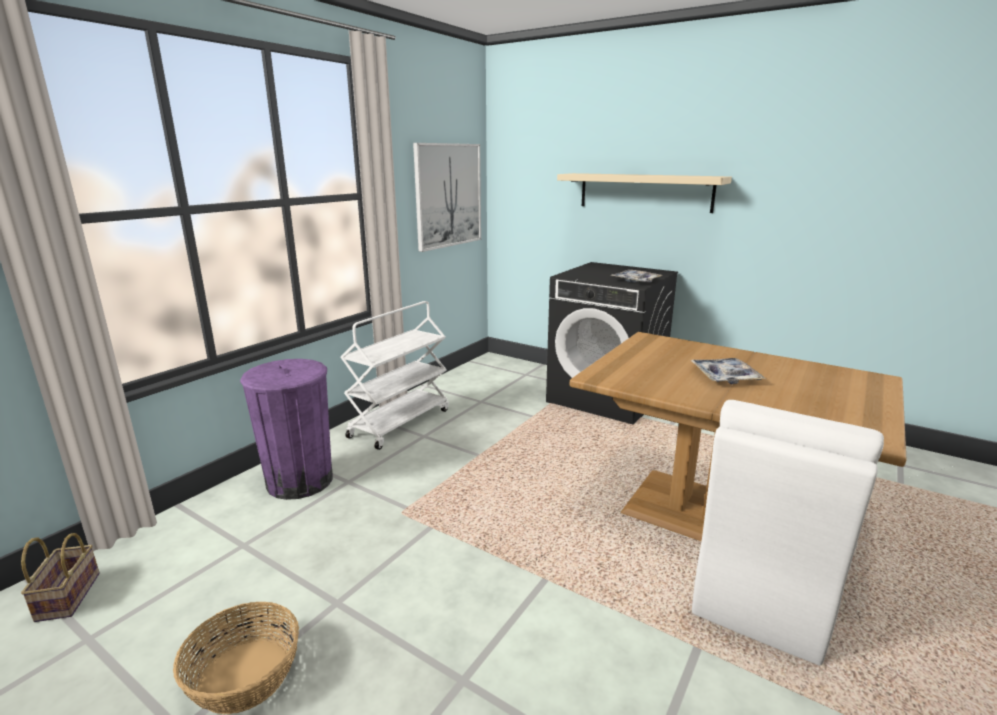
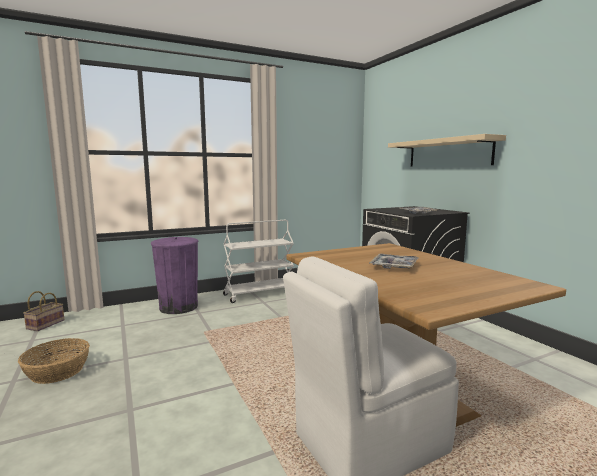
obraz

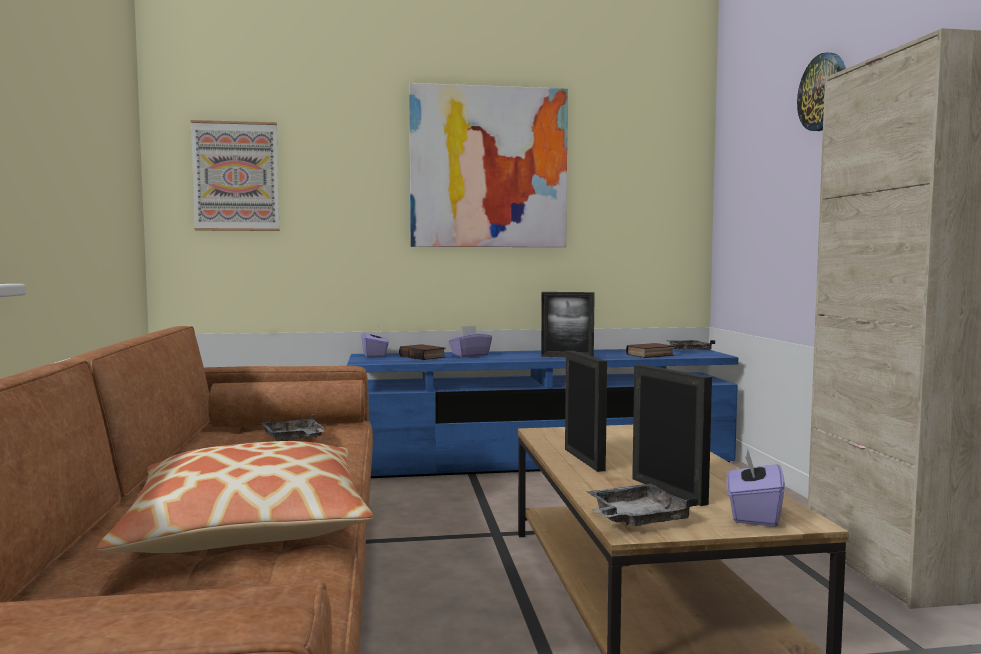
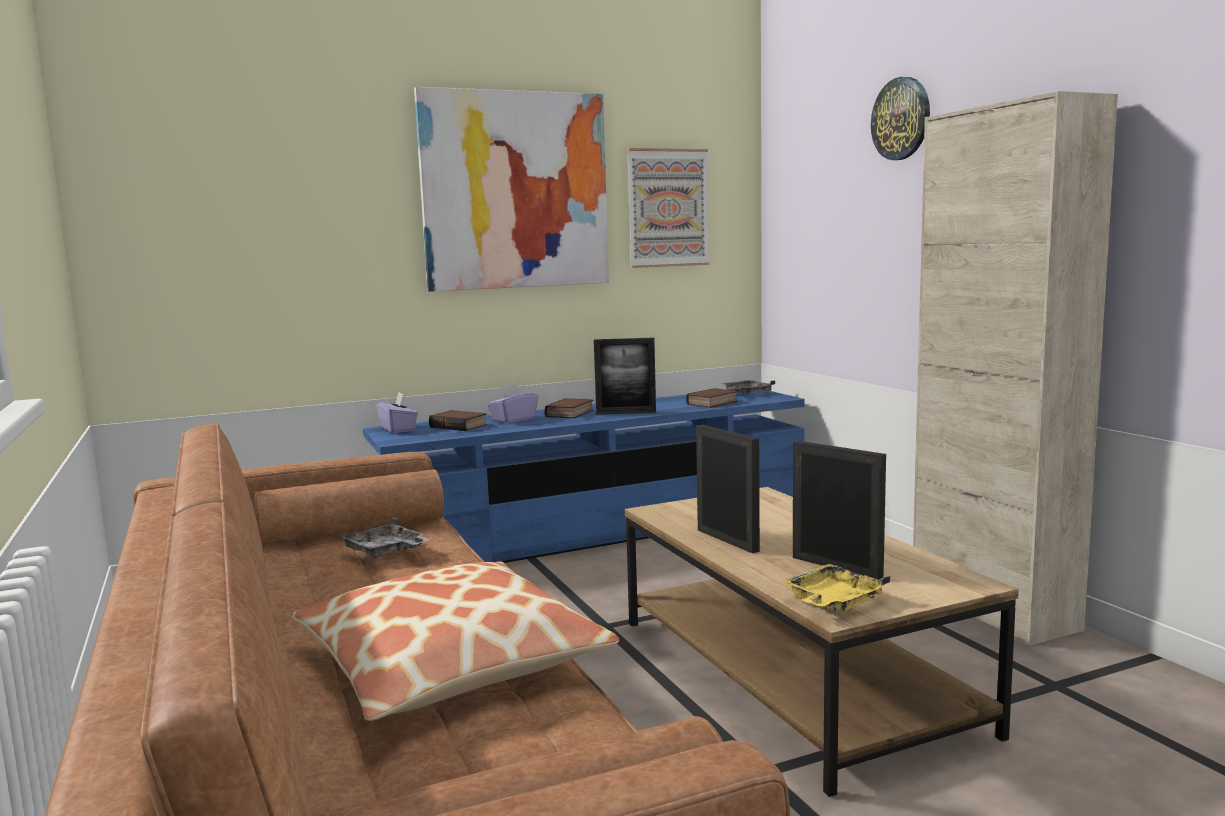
pudełko chusteczek/fioletowy (no. 3 from left in the first image)
książka (no. 2 from left)
obraz (no. 2 from left)
taca/żółty

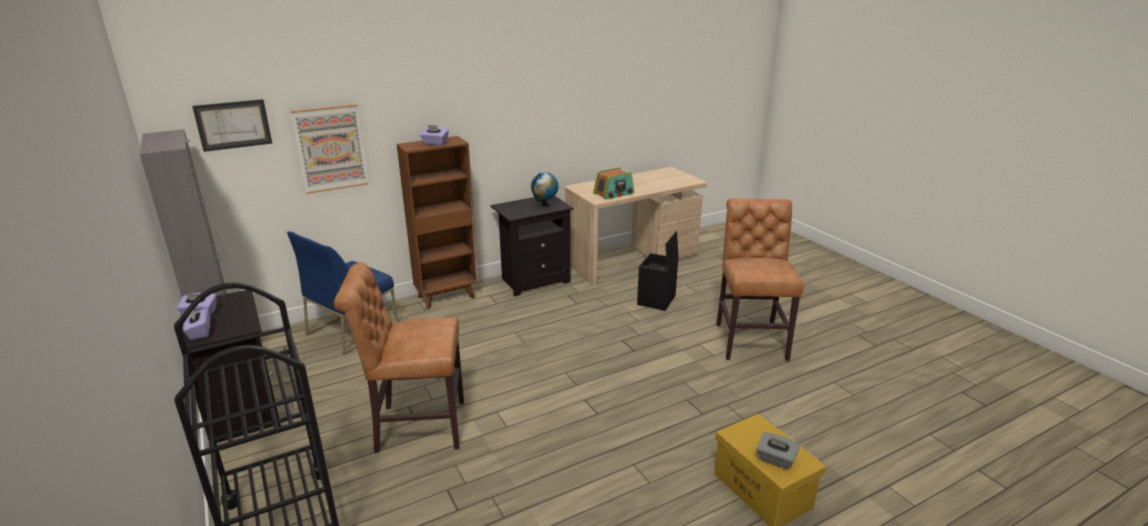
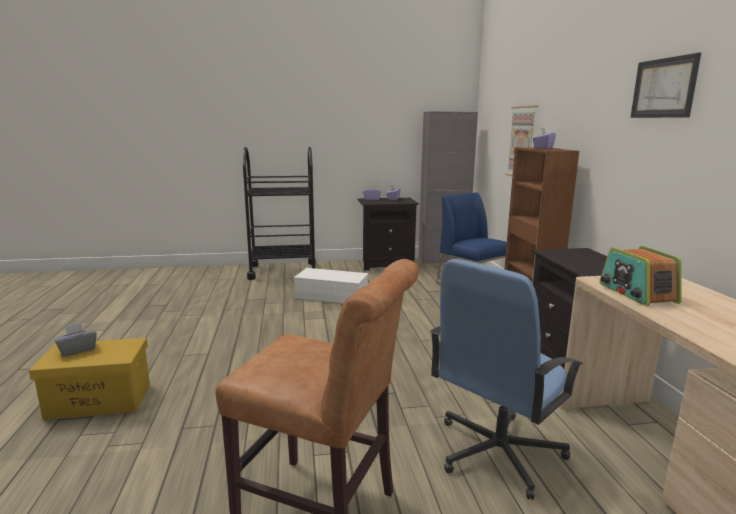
globus
obraz (no. 2 from left)
pojemnik do przechowywania/biały
krzesło biurowe/niebieski

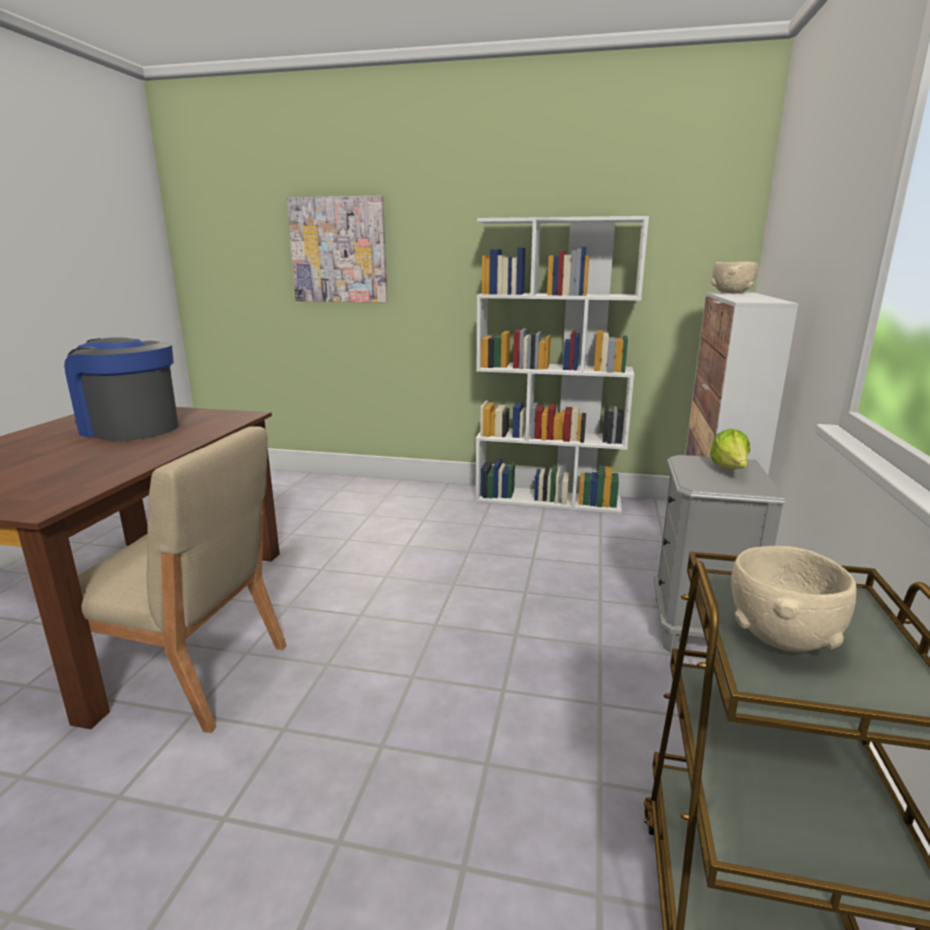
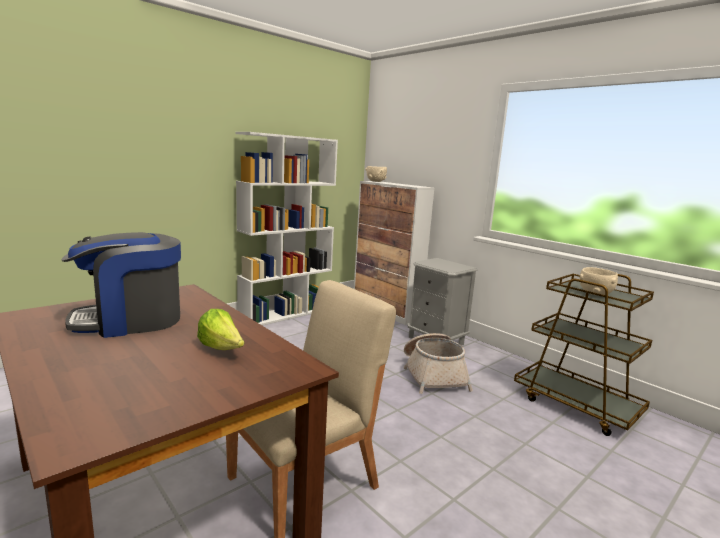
obraz
koszyk
sałata

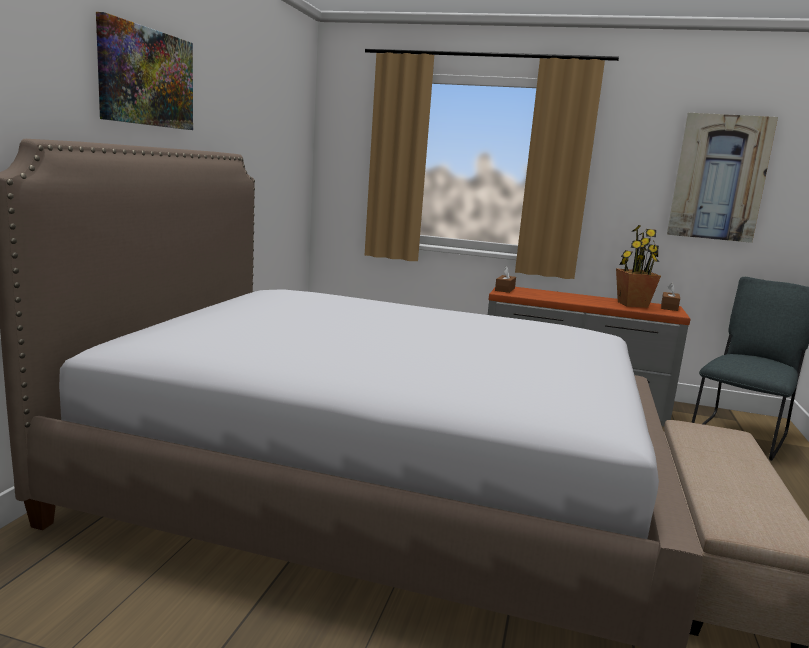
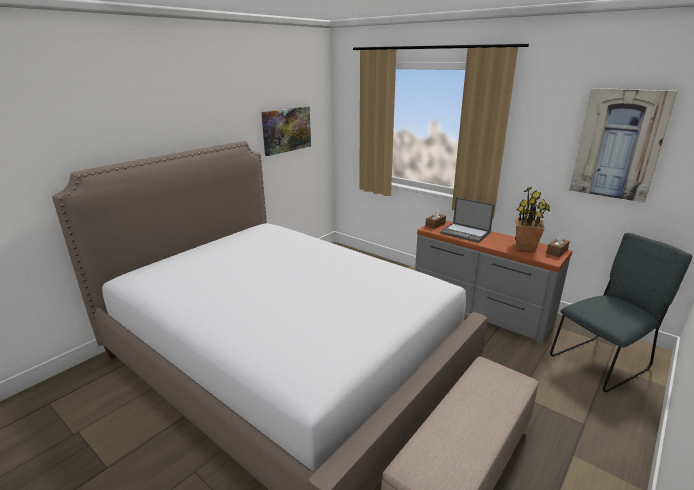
laptop
obraz (no. 1 from left)

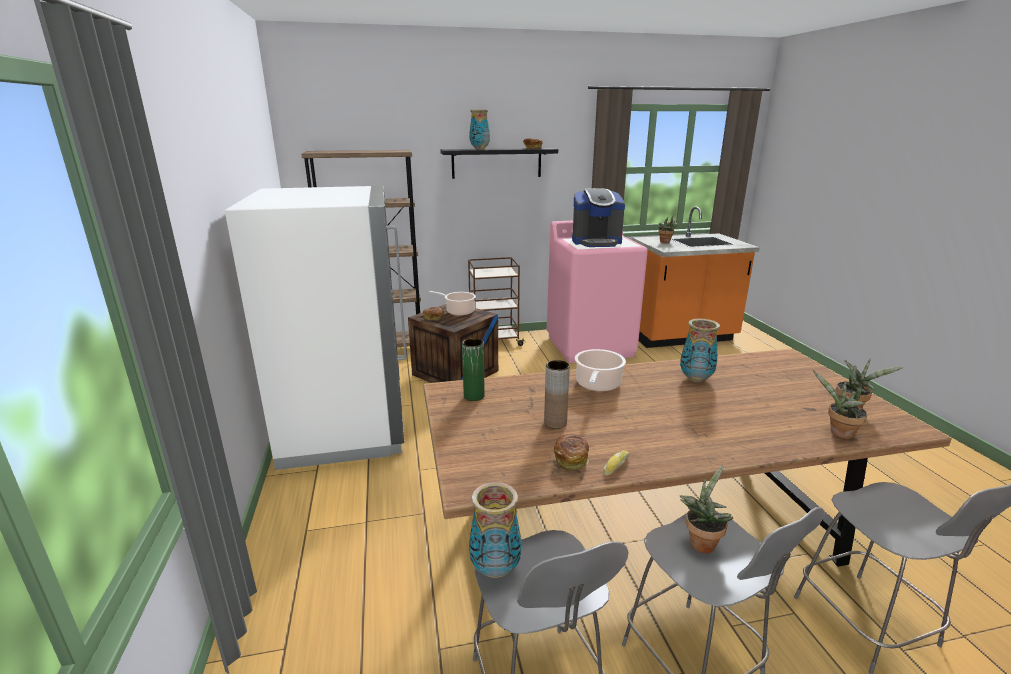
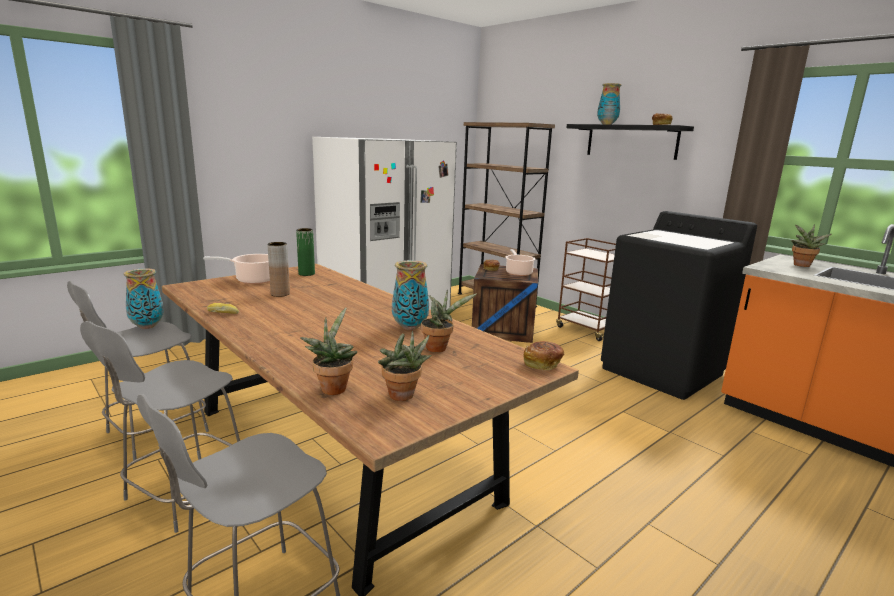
ekspres do kawy
chleb (no. 3 from left)
garnek (no. 1 from left)
roślina doniczkowa (no. 3 from left)
pralka/czarny

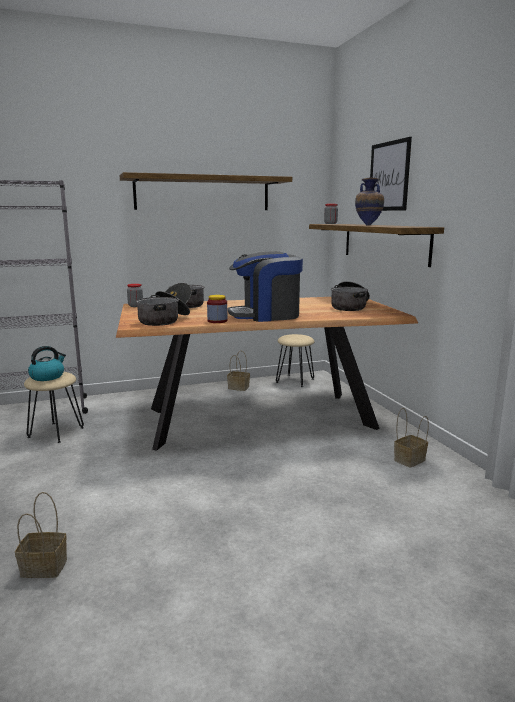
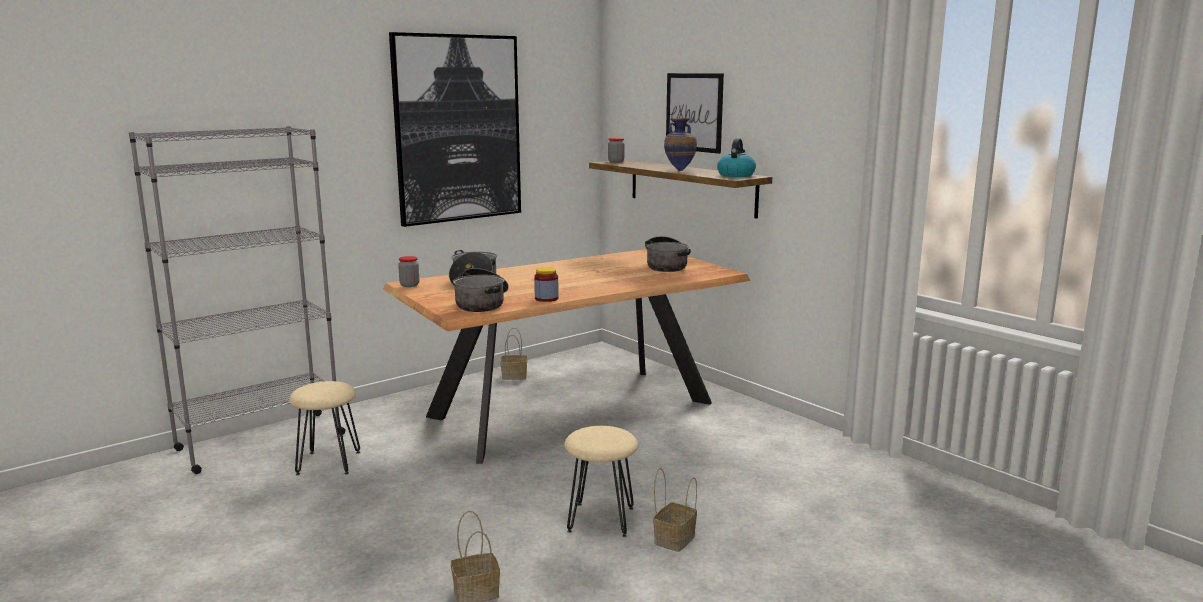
ekspres do kawy
czajnik
stołek/beżowy (no. 2 from left)
koszyk (no. 3 from left)
obraz (no. 1 from left)

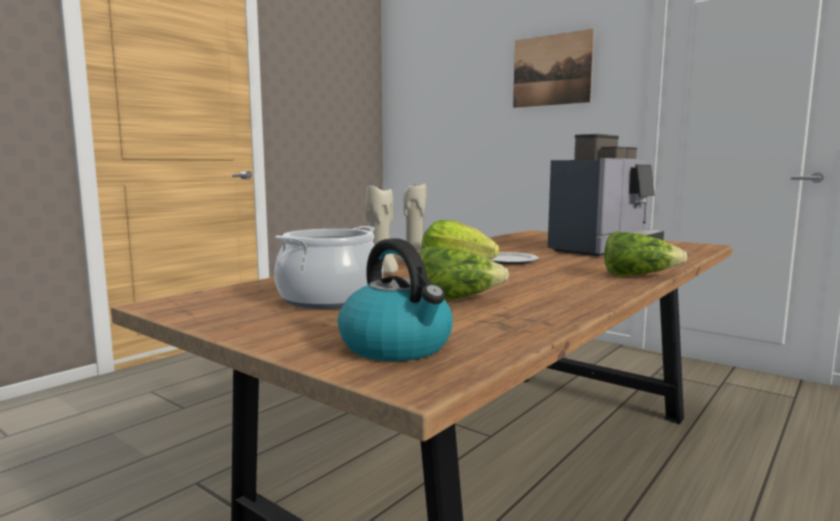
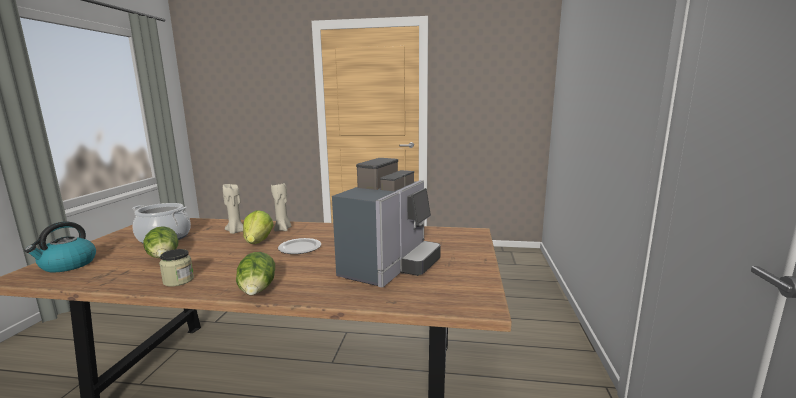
obraz
słoik
ekspres do kawy

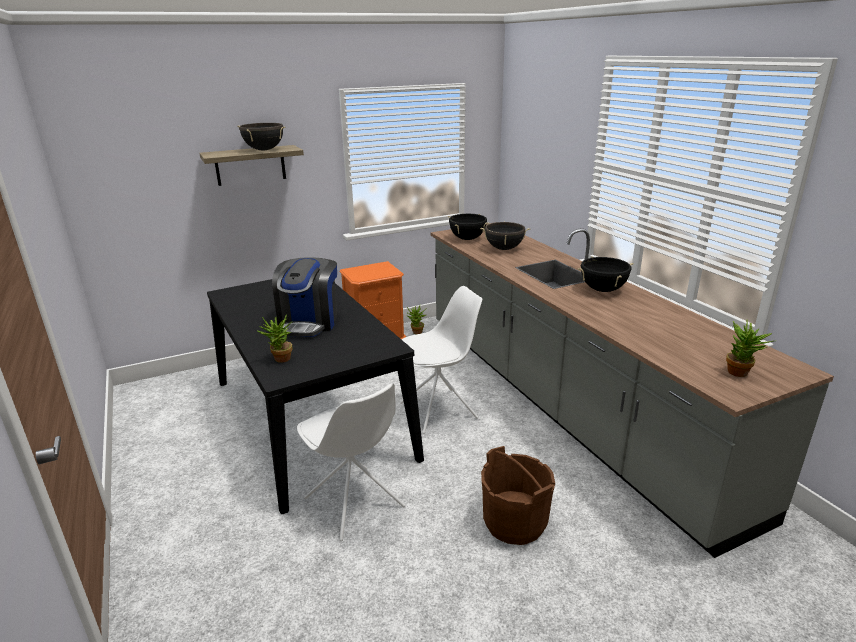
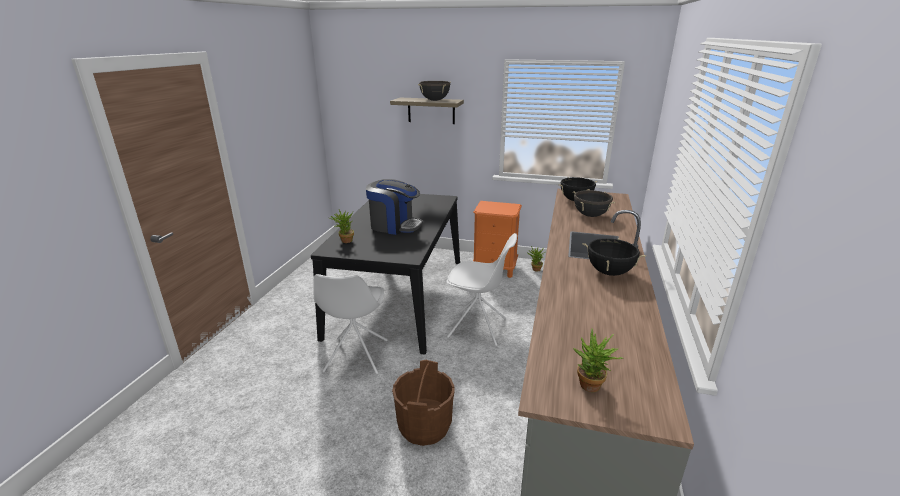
ekspres do kawy

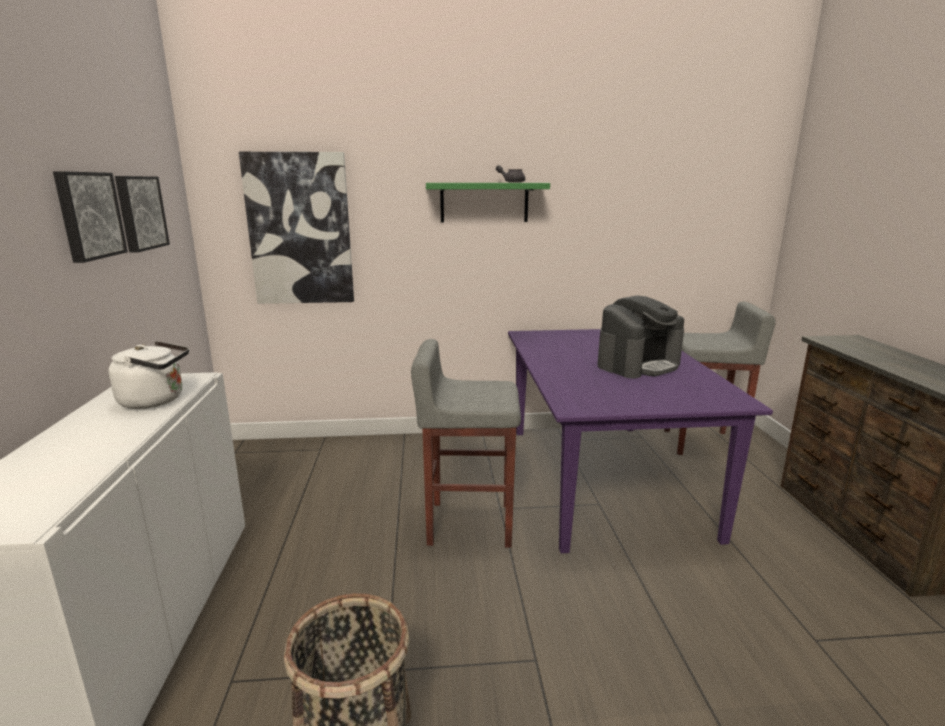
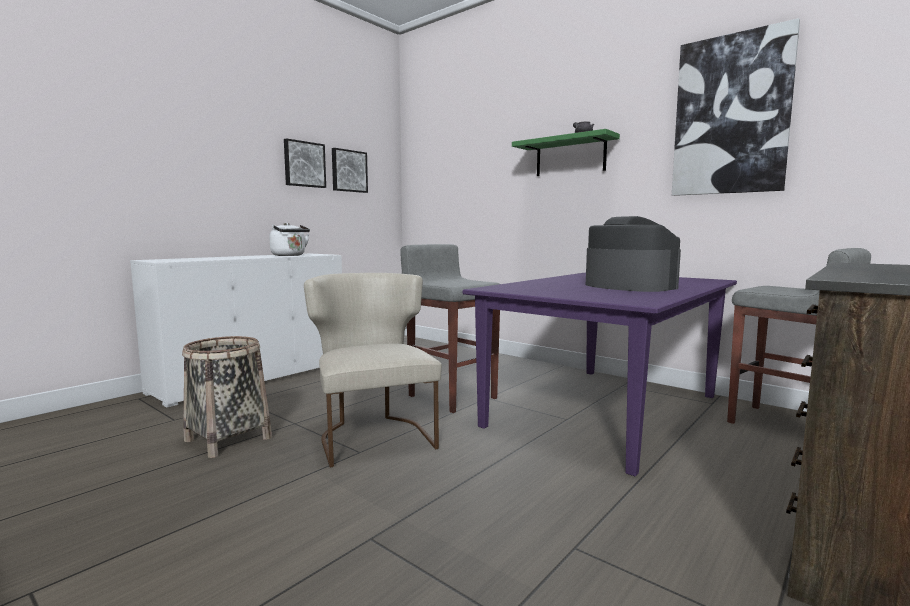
krzesło/beżowy
obraz (no. 3 from left)
ekspres do kawy

